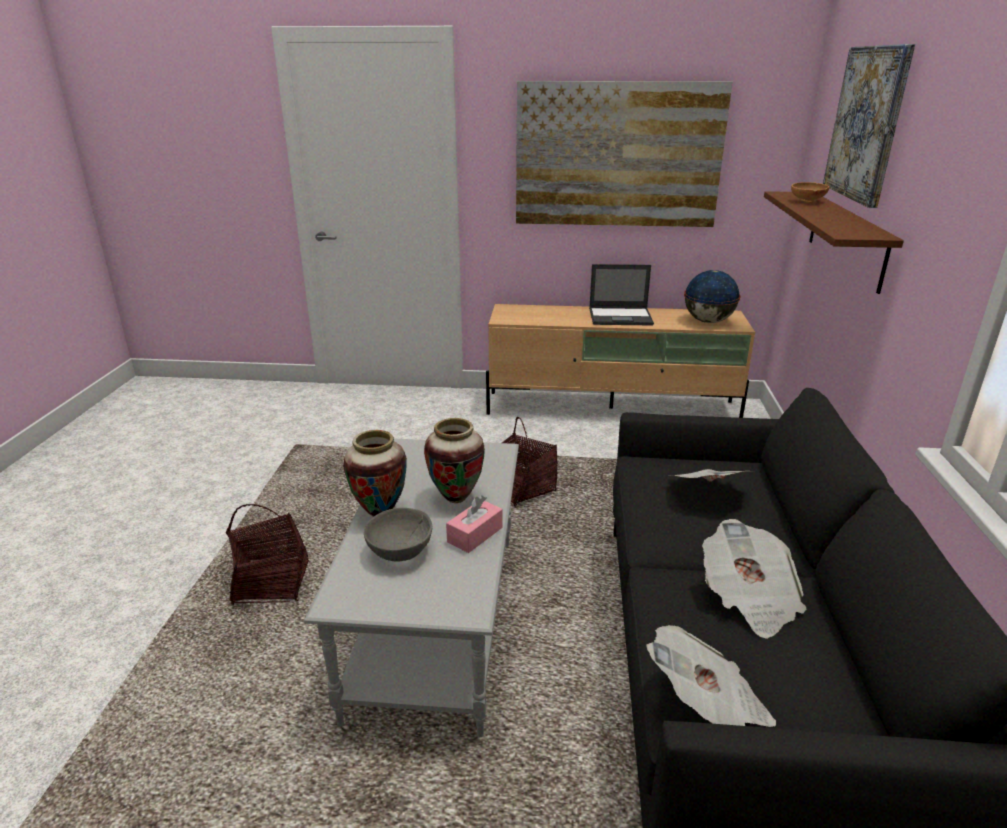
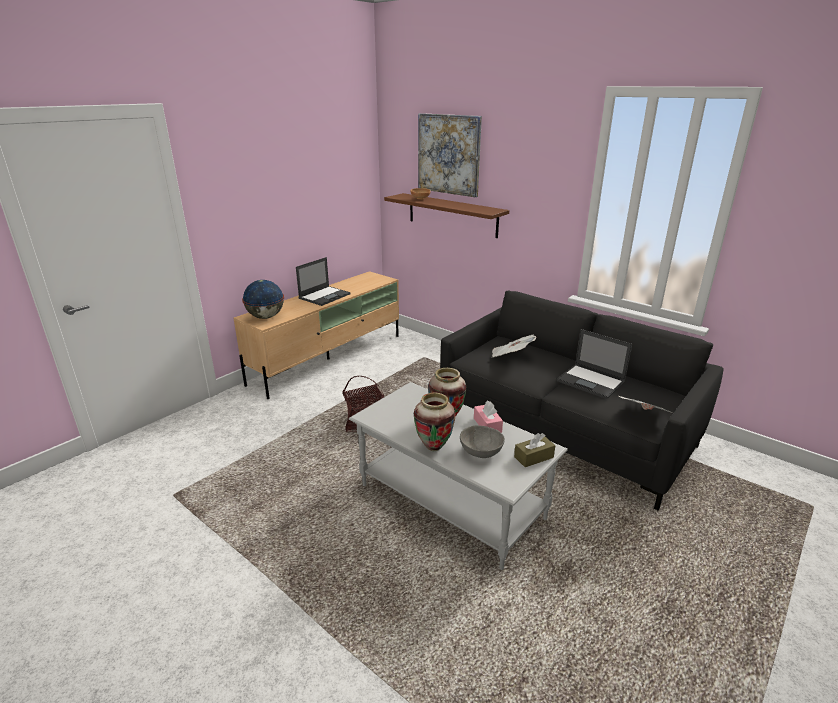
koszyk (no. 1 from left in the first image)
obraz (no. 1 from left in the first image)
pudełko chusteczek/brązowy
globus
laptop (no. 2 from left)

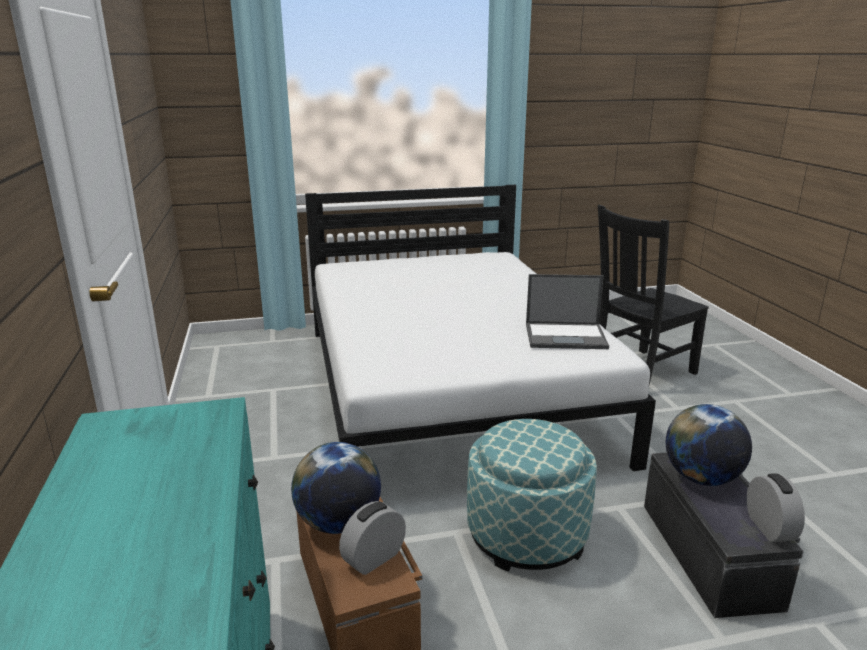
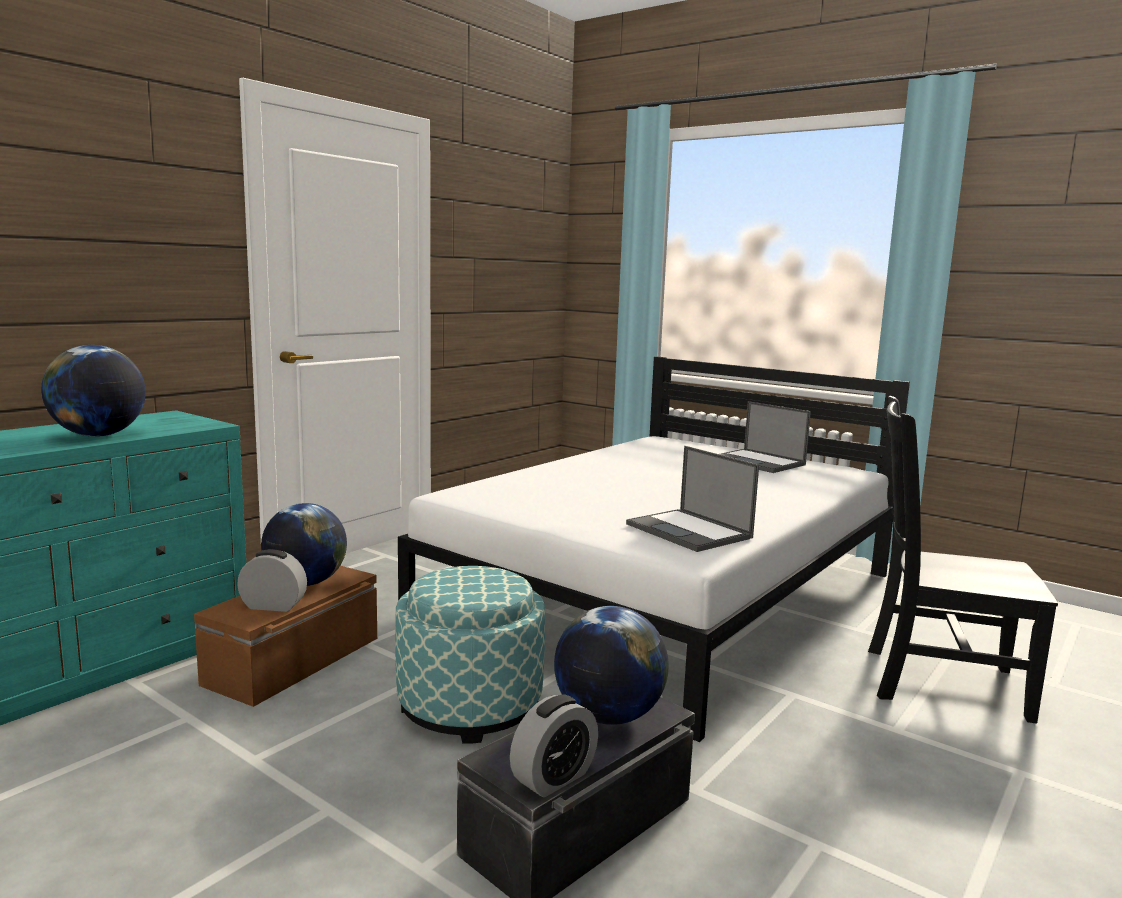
globus (no. 1 from left)
laptop (no. 2 from left)

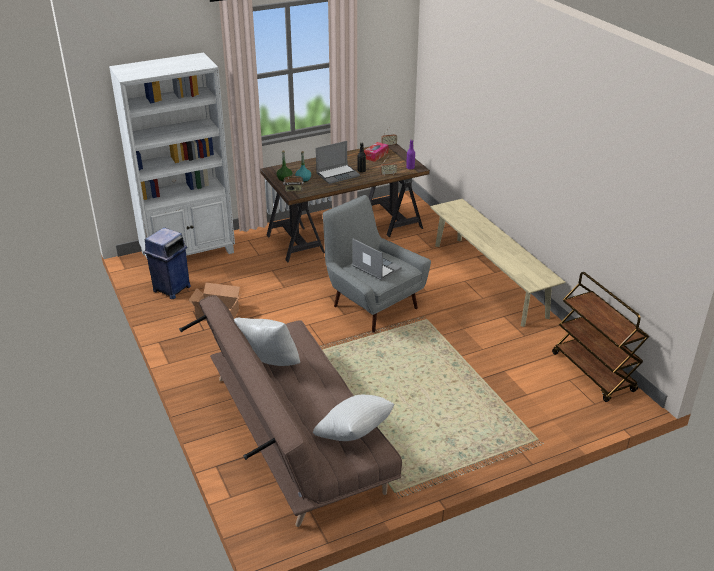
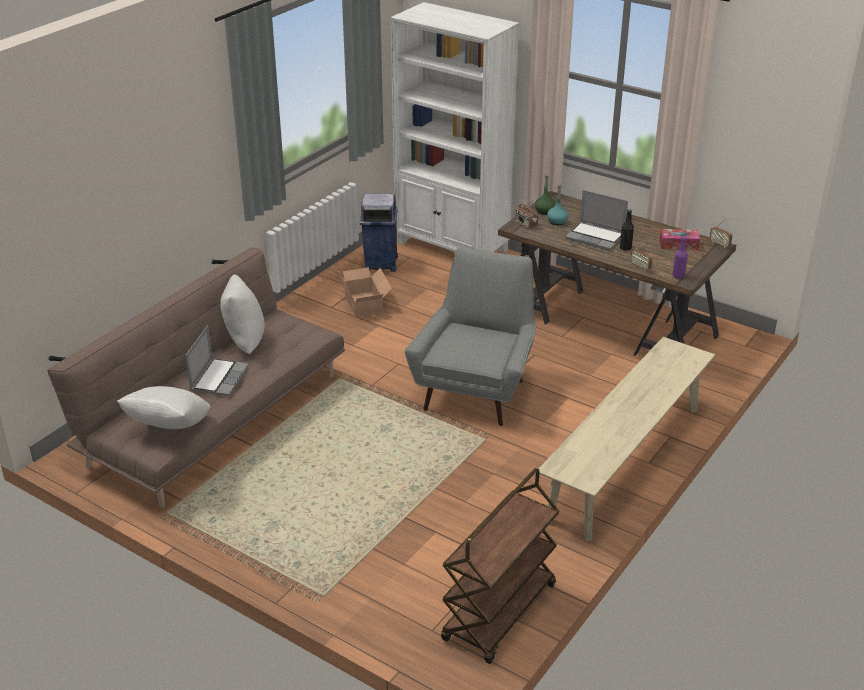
laptop (no. 1 from left)

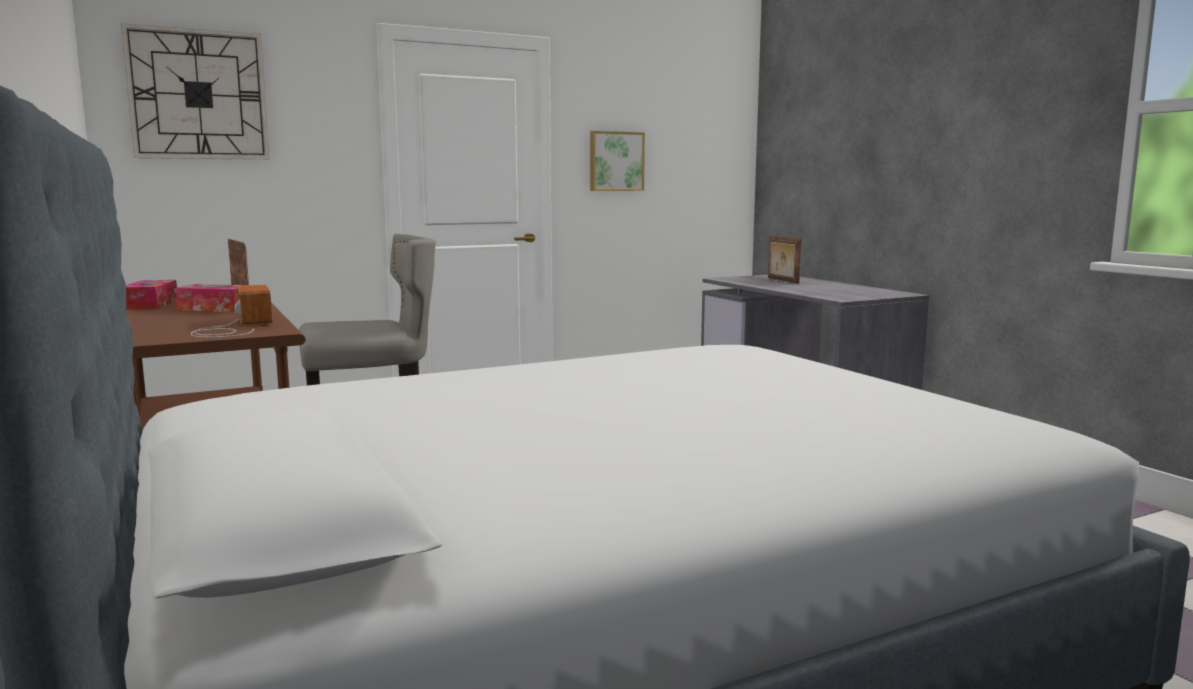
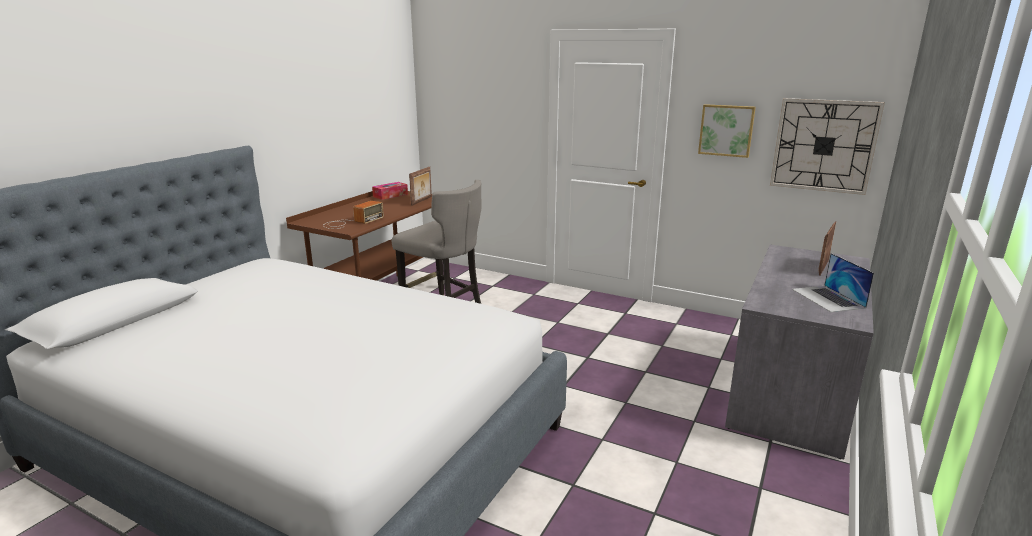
pudełko chusteczek (no. 2 from left in the first image)
laptop
zegar ścienny

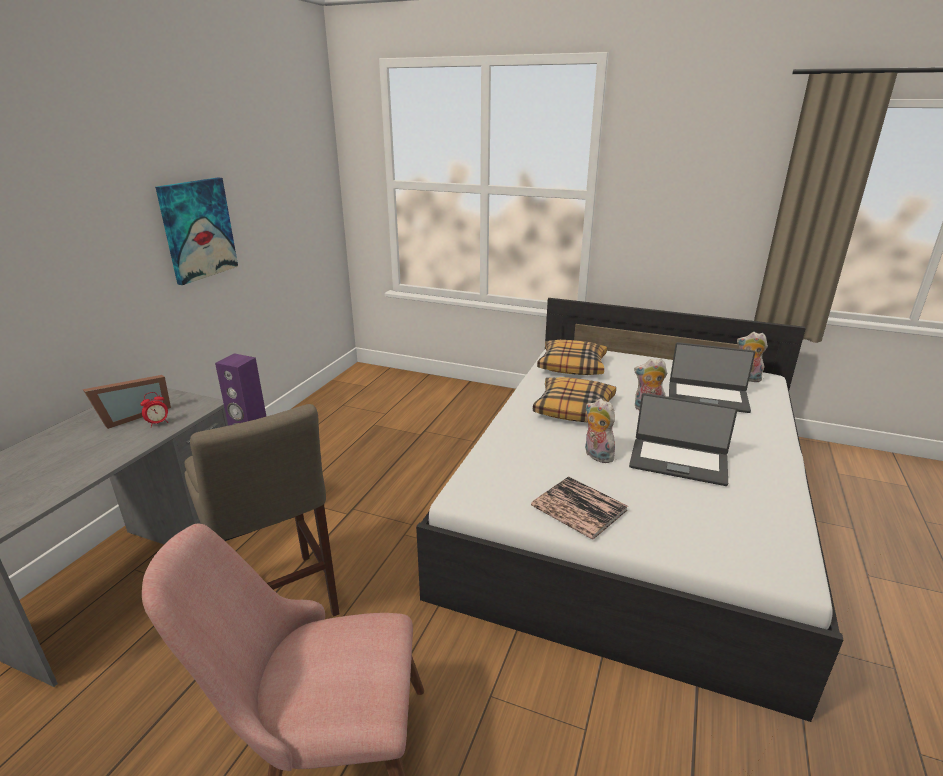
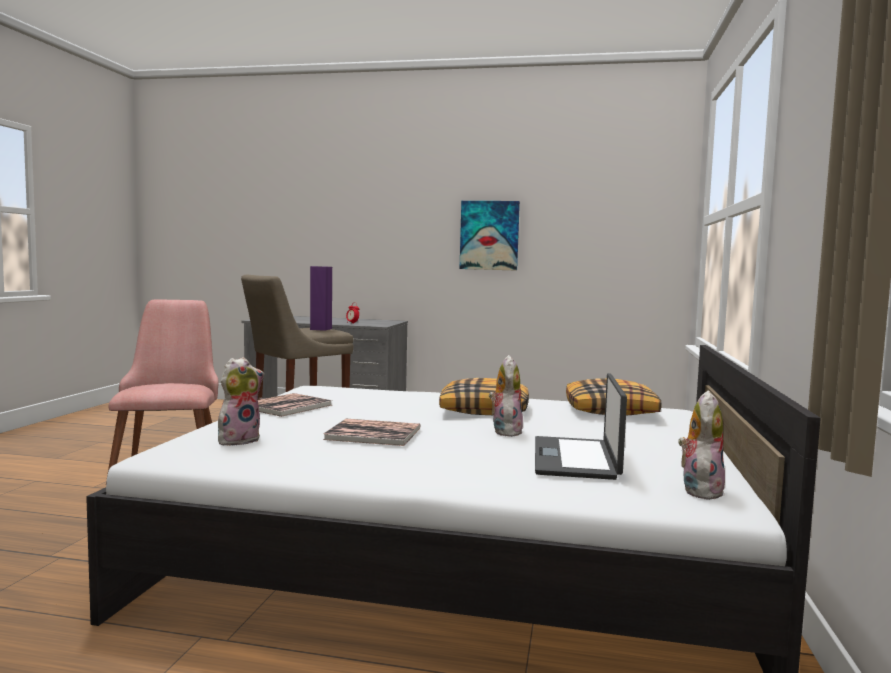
ramka na zdjęcie
pluszak (no. 1 from left)
książka (no. 2 from left)

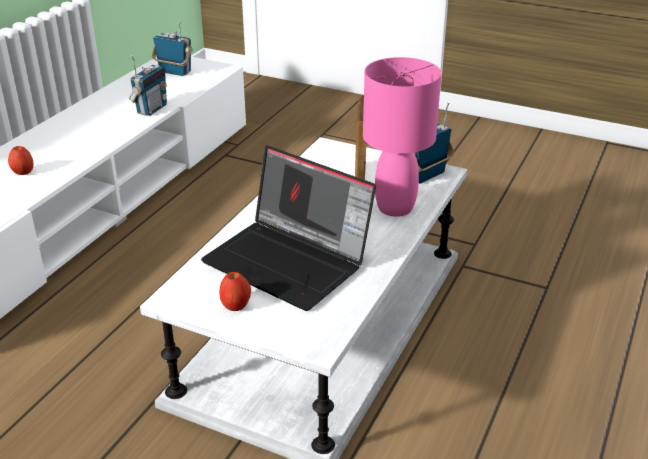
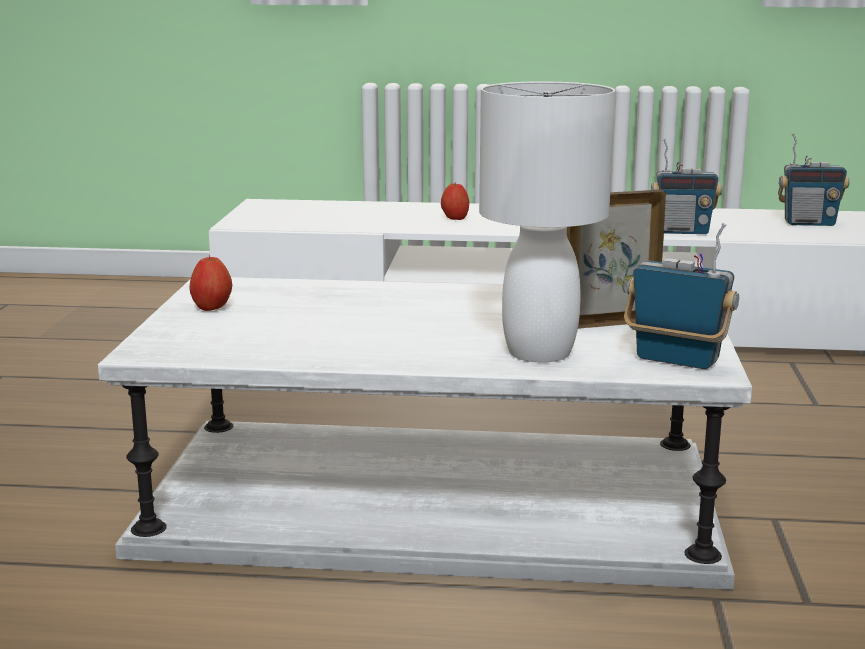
laptop
lampa stołowa/biały
radio (no. 3 from left)

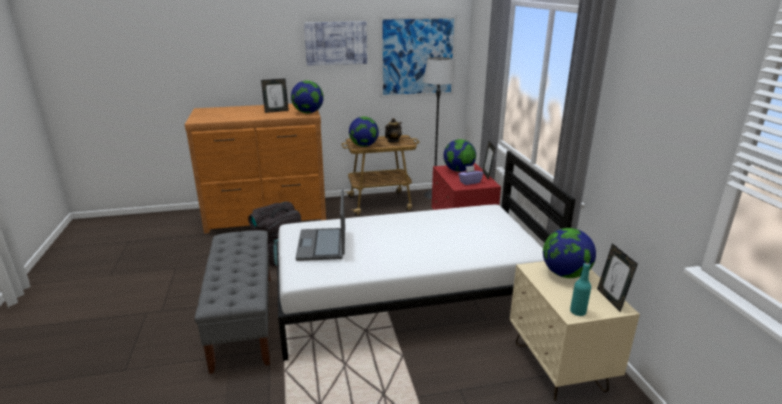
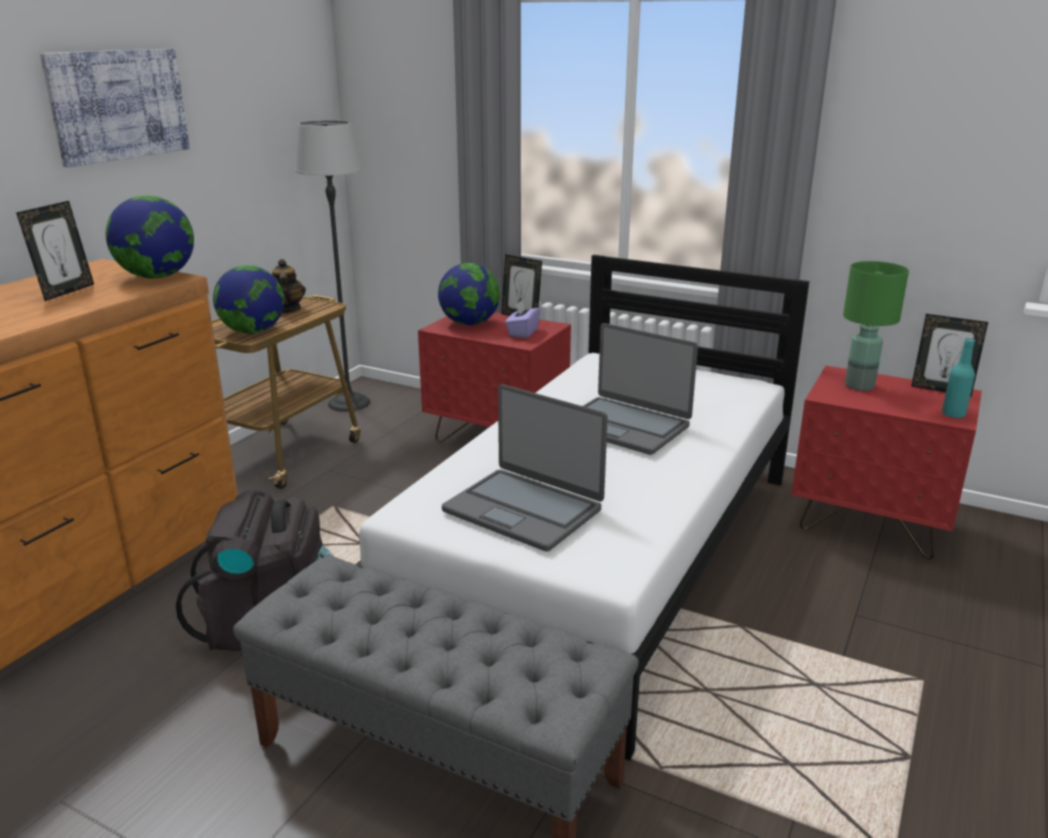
obraz (no. 2 from left in the first image)
laptop (no. 2 from left)
lampa stołowa/zielony
szafka nocna/czerwony (no. 2 from left)

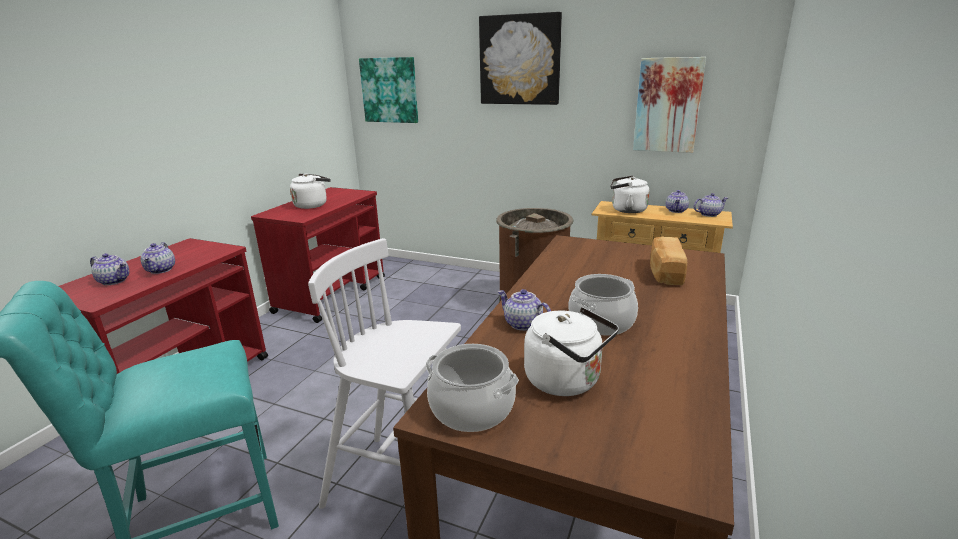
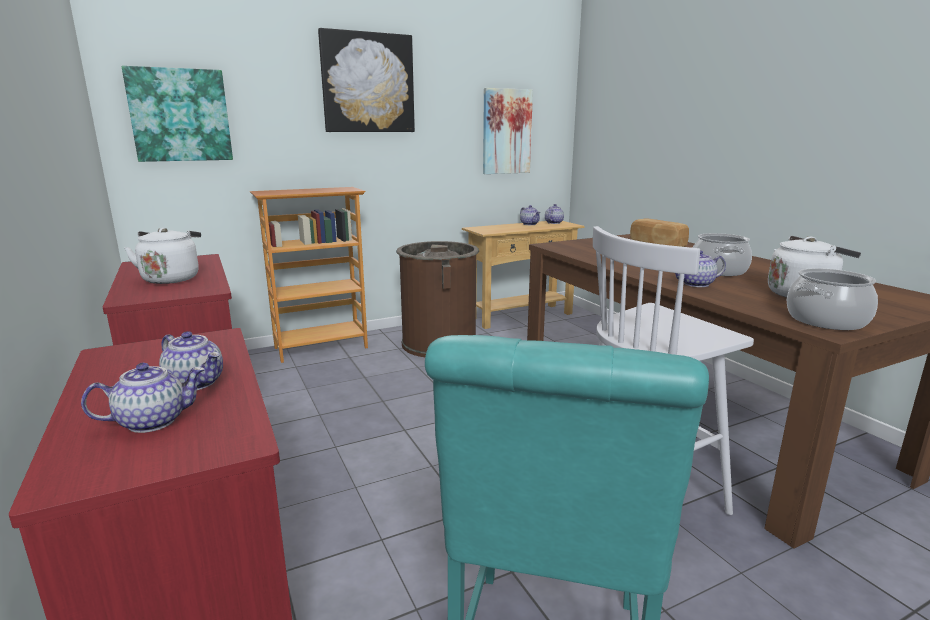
czajnik/biały (no. 3 from left in the first image)
regał

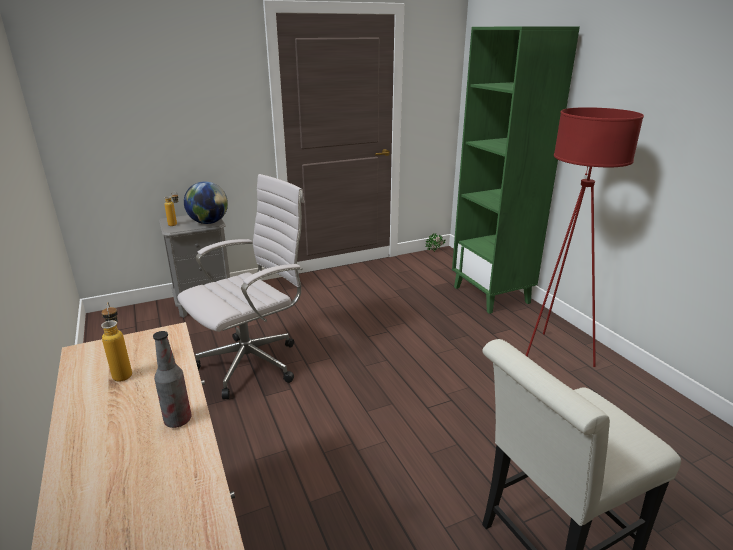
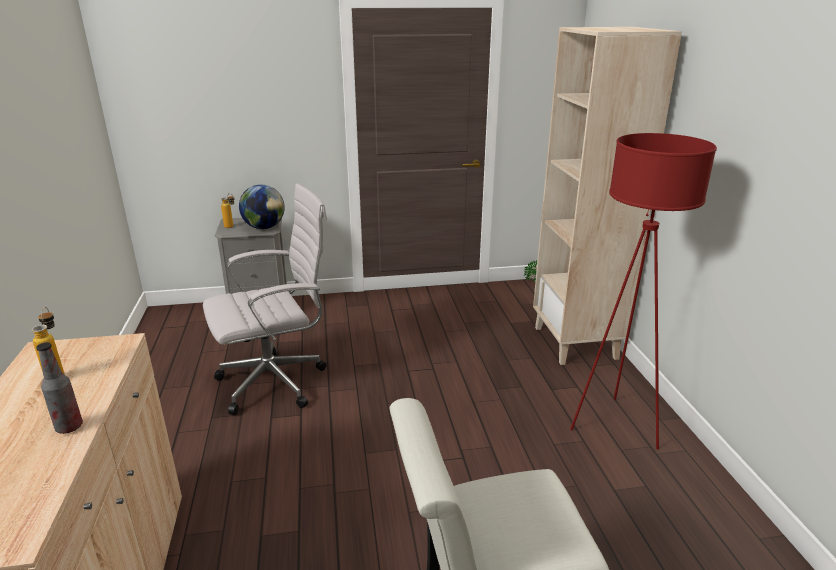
regał/beżowy

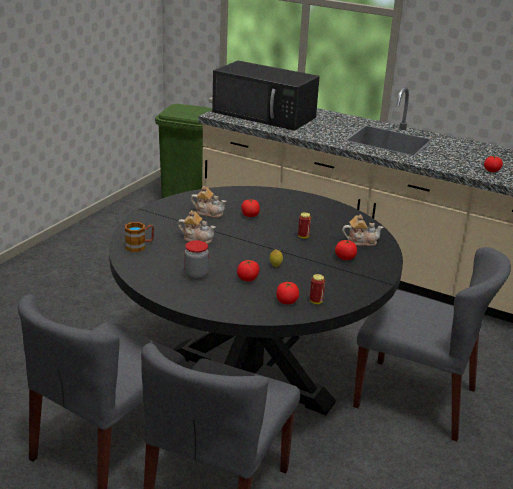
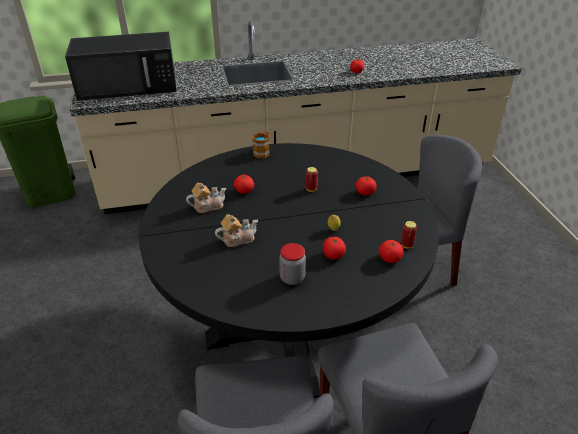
imbryk (no. 3 from left in the first image)
kubek

